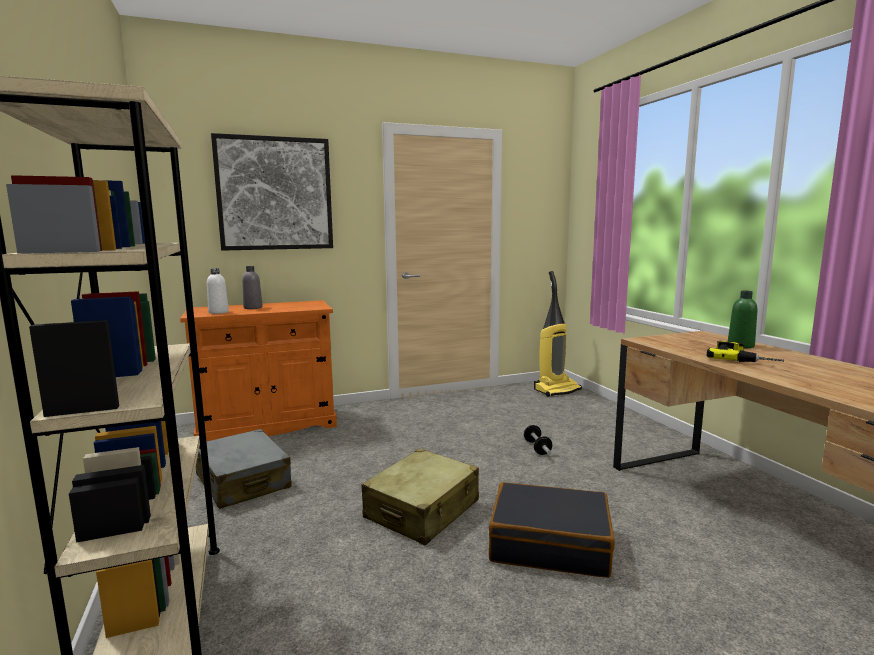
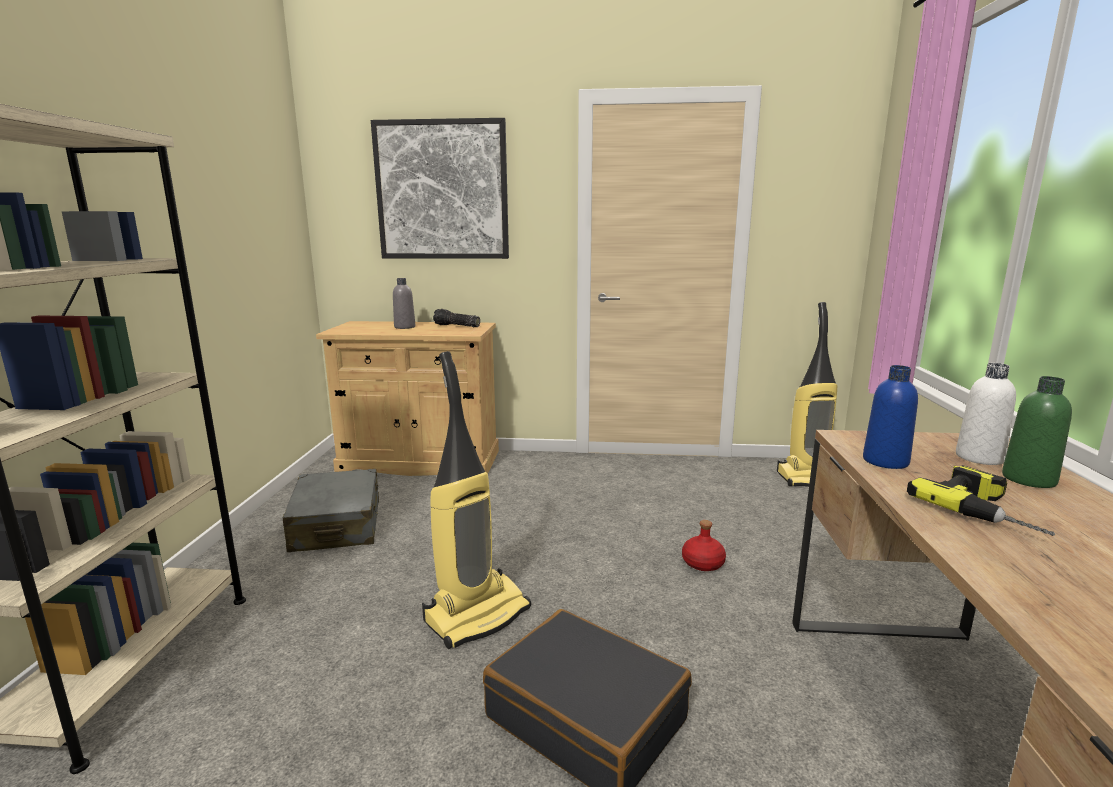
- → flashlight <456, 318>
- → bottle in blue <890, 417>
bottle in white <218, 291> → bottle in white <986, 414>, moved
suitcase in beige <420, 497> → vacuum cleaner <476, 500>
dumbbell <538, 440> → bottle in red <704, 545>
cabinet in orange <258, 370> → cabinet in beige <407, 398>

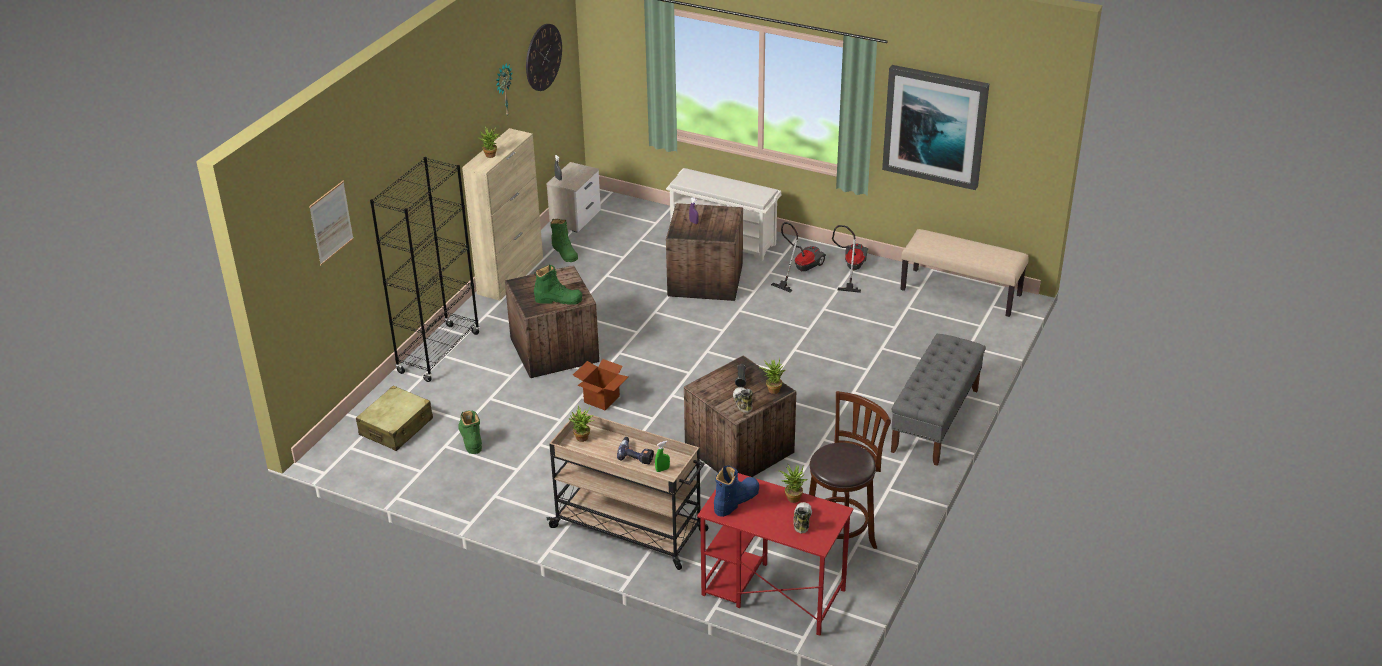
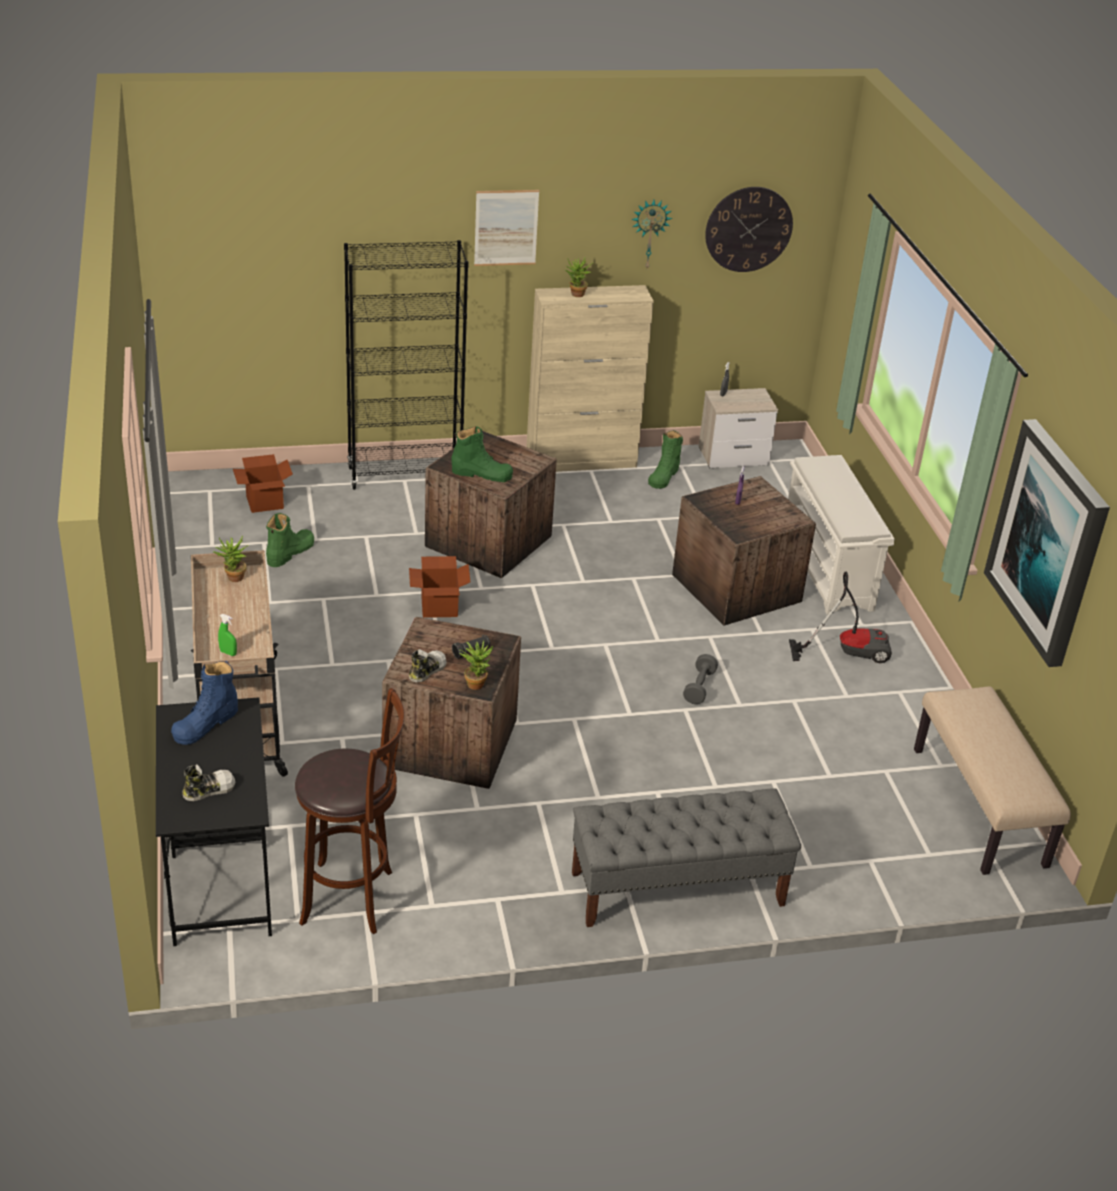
power drill <635, 450> → -
potted plant <793, 483> → -
vacuum cleaner <850, 259> → -
- → dumbbell in grey <700, 679>
picture <331, 223> → picture <506, 228>, moved
suitcase in beige <394, 418> → cardboard box <263, 483>
desk in red <775, 554> → desk in black <214, 821>
boot in green <558, 284> → boot in green <482, 454>, 45 degrees counterclockwise
boot in blue <736, 491> → boot in blue <204, 702>, 120 degrees clockwise

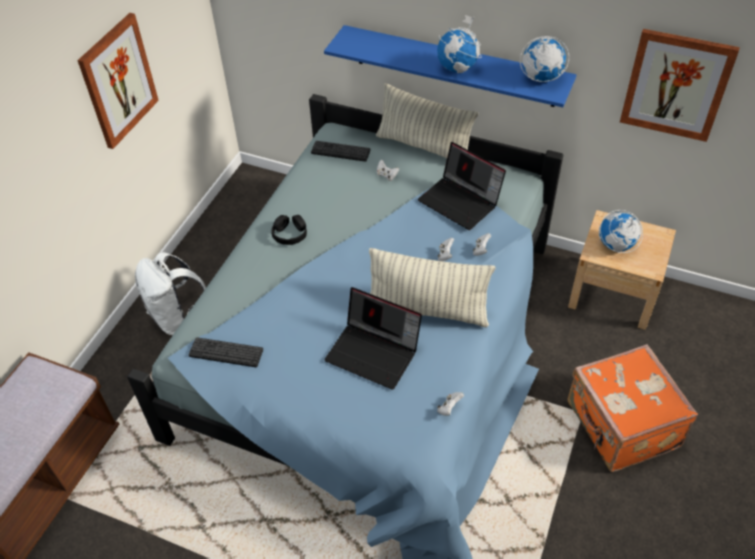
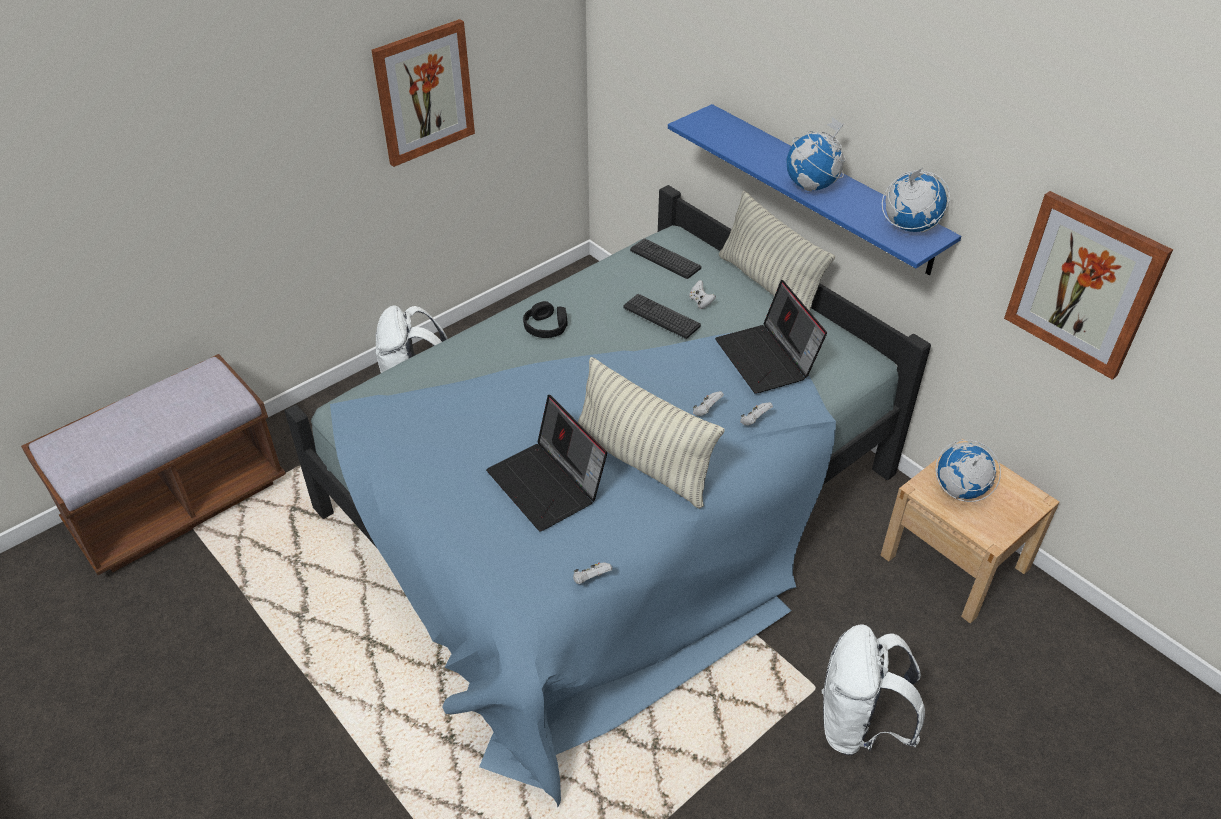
keyboard <226, 352> → keyboard <662, 316>, moved
suitcase in orange <633, 408> → backpack in white <873, 689>

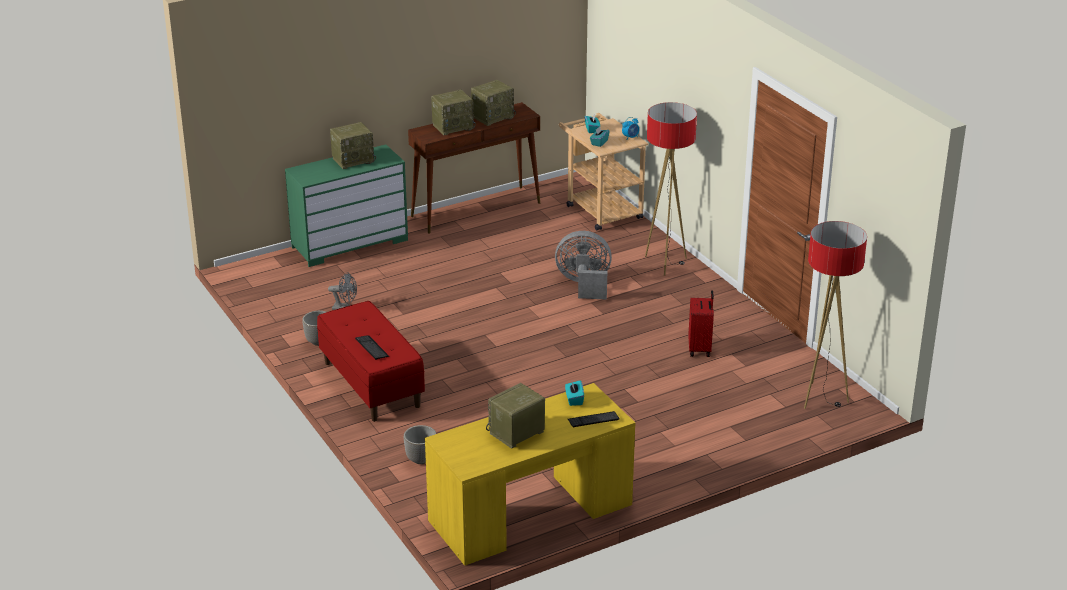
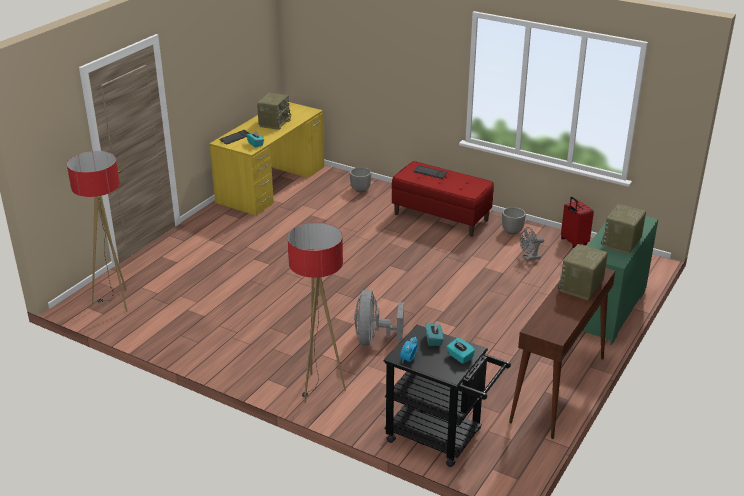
radio <493, 103> → -
suitcase in red <701, 323> → suitcase in red <577, 222>, moved
cart in beige <603, 171> → cart in black <447, 396>
fan in grey <583, 265> → fan in grey <379, 318>, 120 degrees clockwise

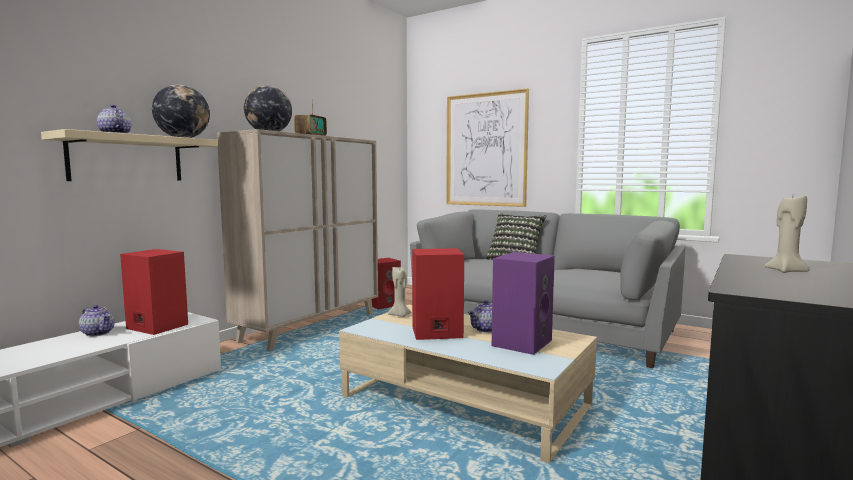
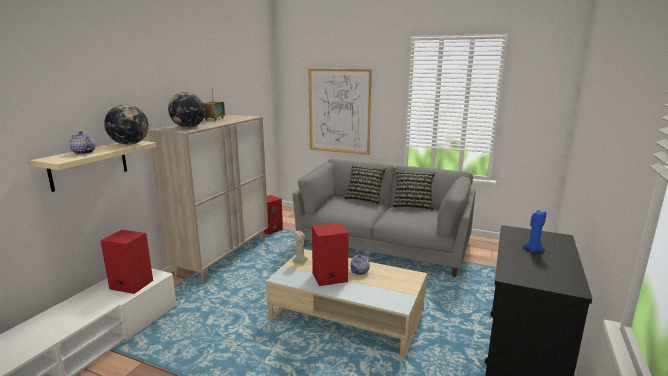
teapot <97, 320> → -
speaker in purple <523, 303> → -
- → pillow <414, 190>
candle in beige <787, 234> → candle in blue <534, 231>

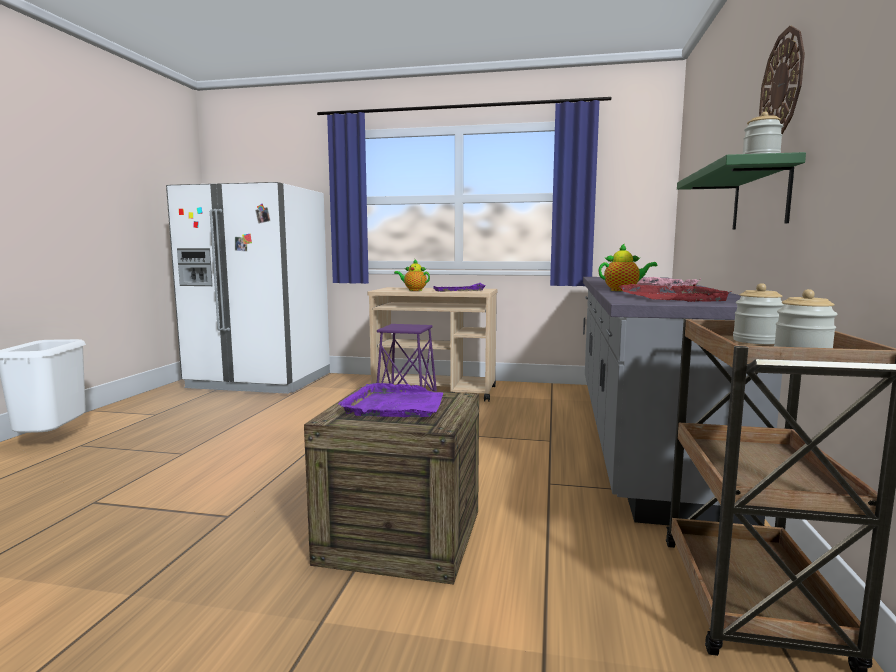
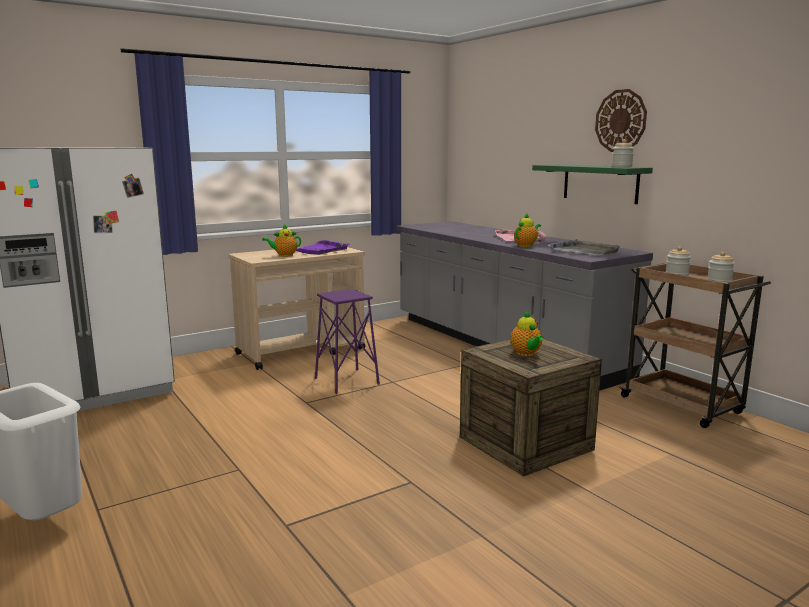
tray in purple <390, 400> → teapot <527, 333>
tray in red <675, 293> → tray in grey <584, 247>

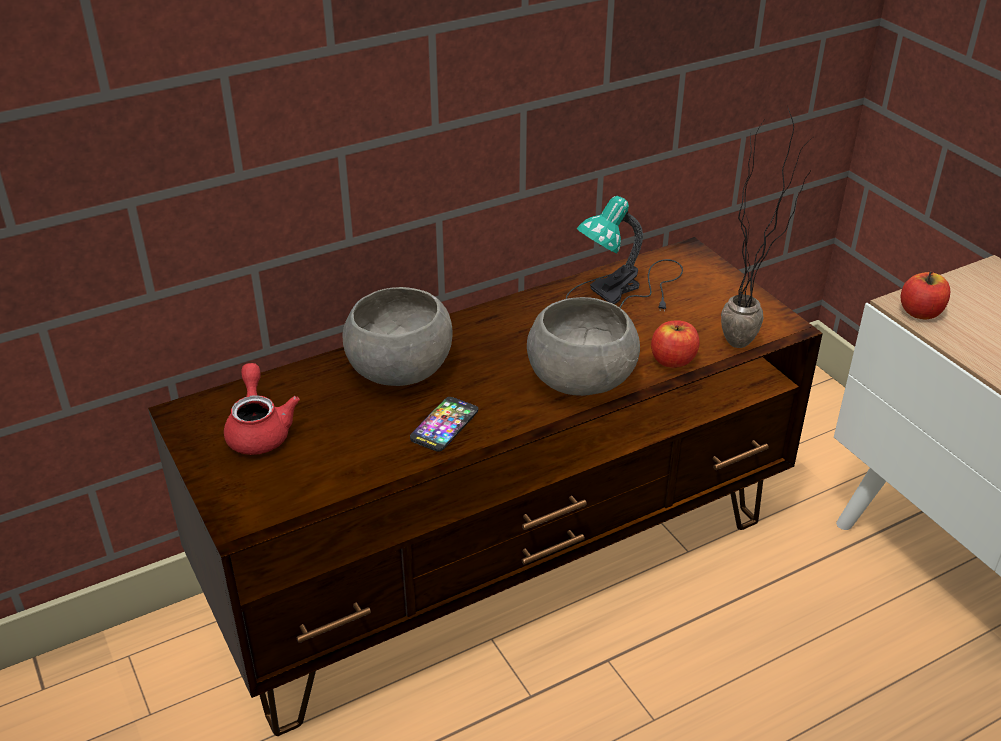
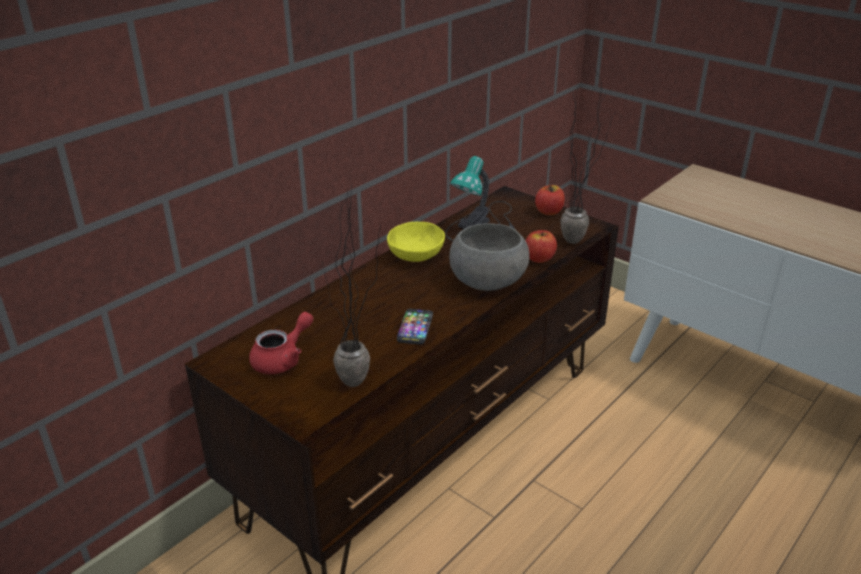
bowl in grey <398, 336> → -
- → potted plant <351, 286>
- → bowl in yellow <416, 242>
apple <925, 295> → apple <550, 199>, moved
teapot in red <262, 409> → teapot in red <281, 343>, 75 degrees clockwise

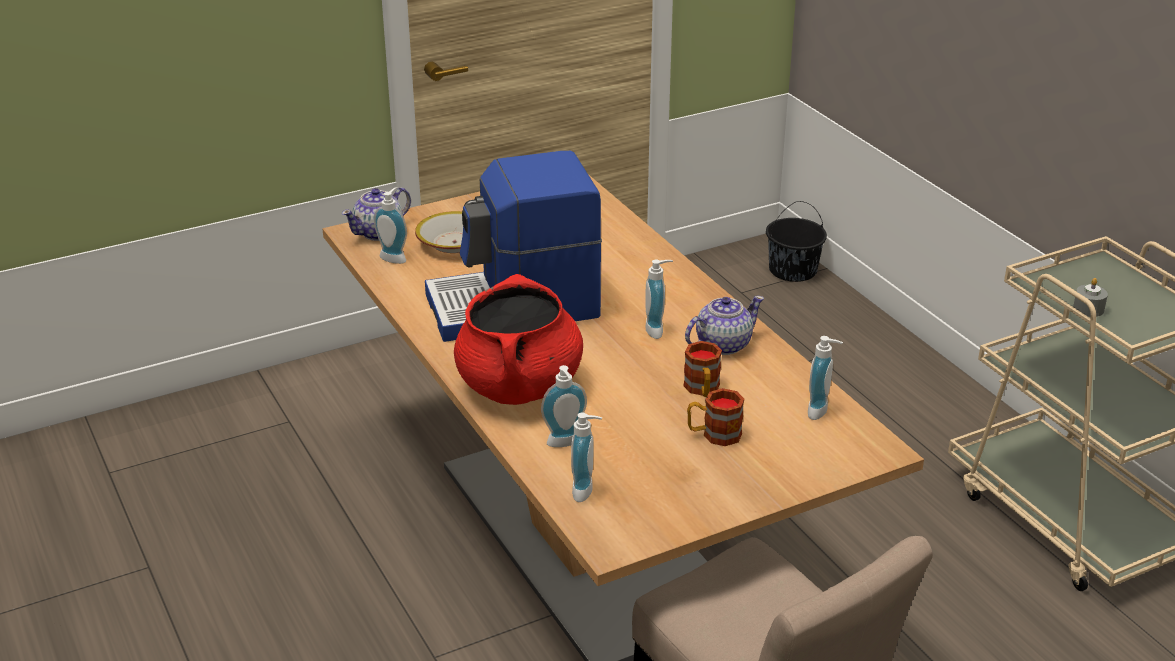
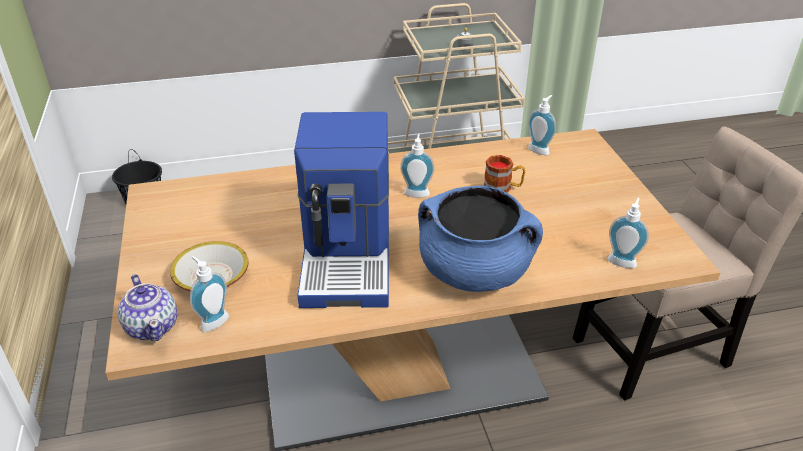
soap dispenser <564, 406> → -
teapot <724, 325> → -
mug <715, 417> → -
cooking pot in red <518, 339> → cooking pot in blue <480, 238>

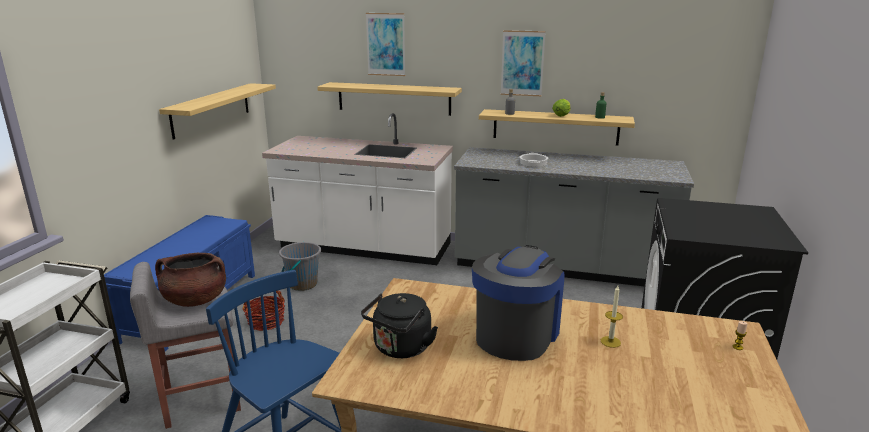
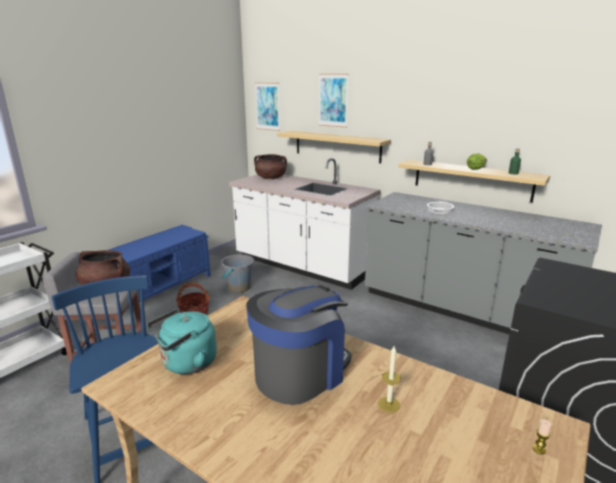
shelf <217, 111> → -
- → cooking pot in brown <270, 166>
picture <523, 63> → picture <267, 106>, moved
kettle in black <399, 325> → kettle in turquoise <182, 341>

